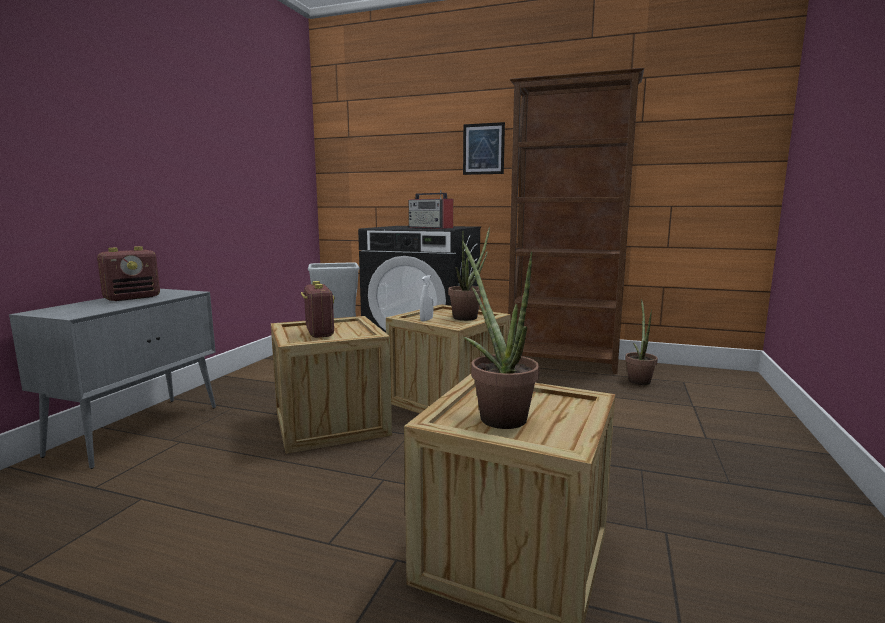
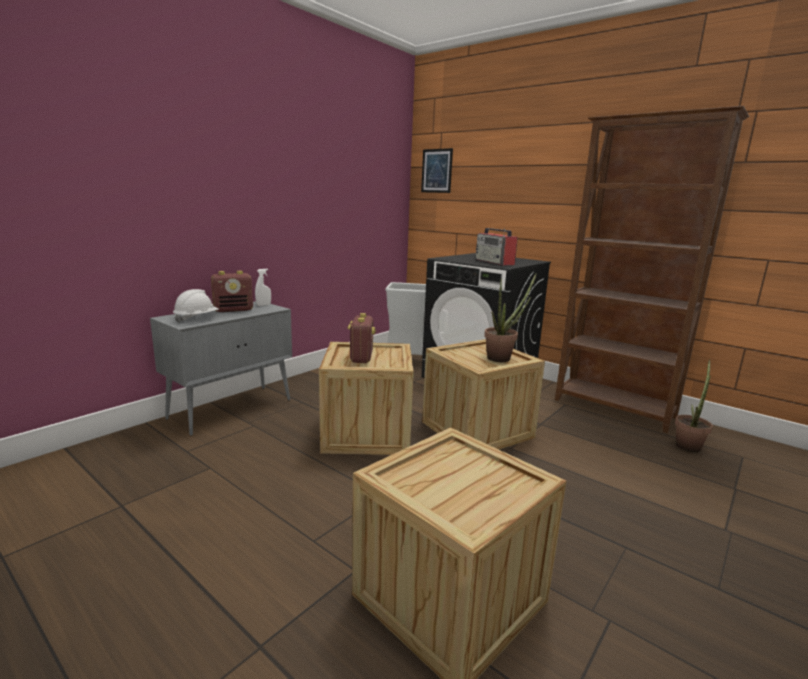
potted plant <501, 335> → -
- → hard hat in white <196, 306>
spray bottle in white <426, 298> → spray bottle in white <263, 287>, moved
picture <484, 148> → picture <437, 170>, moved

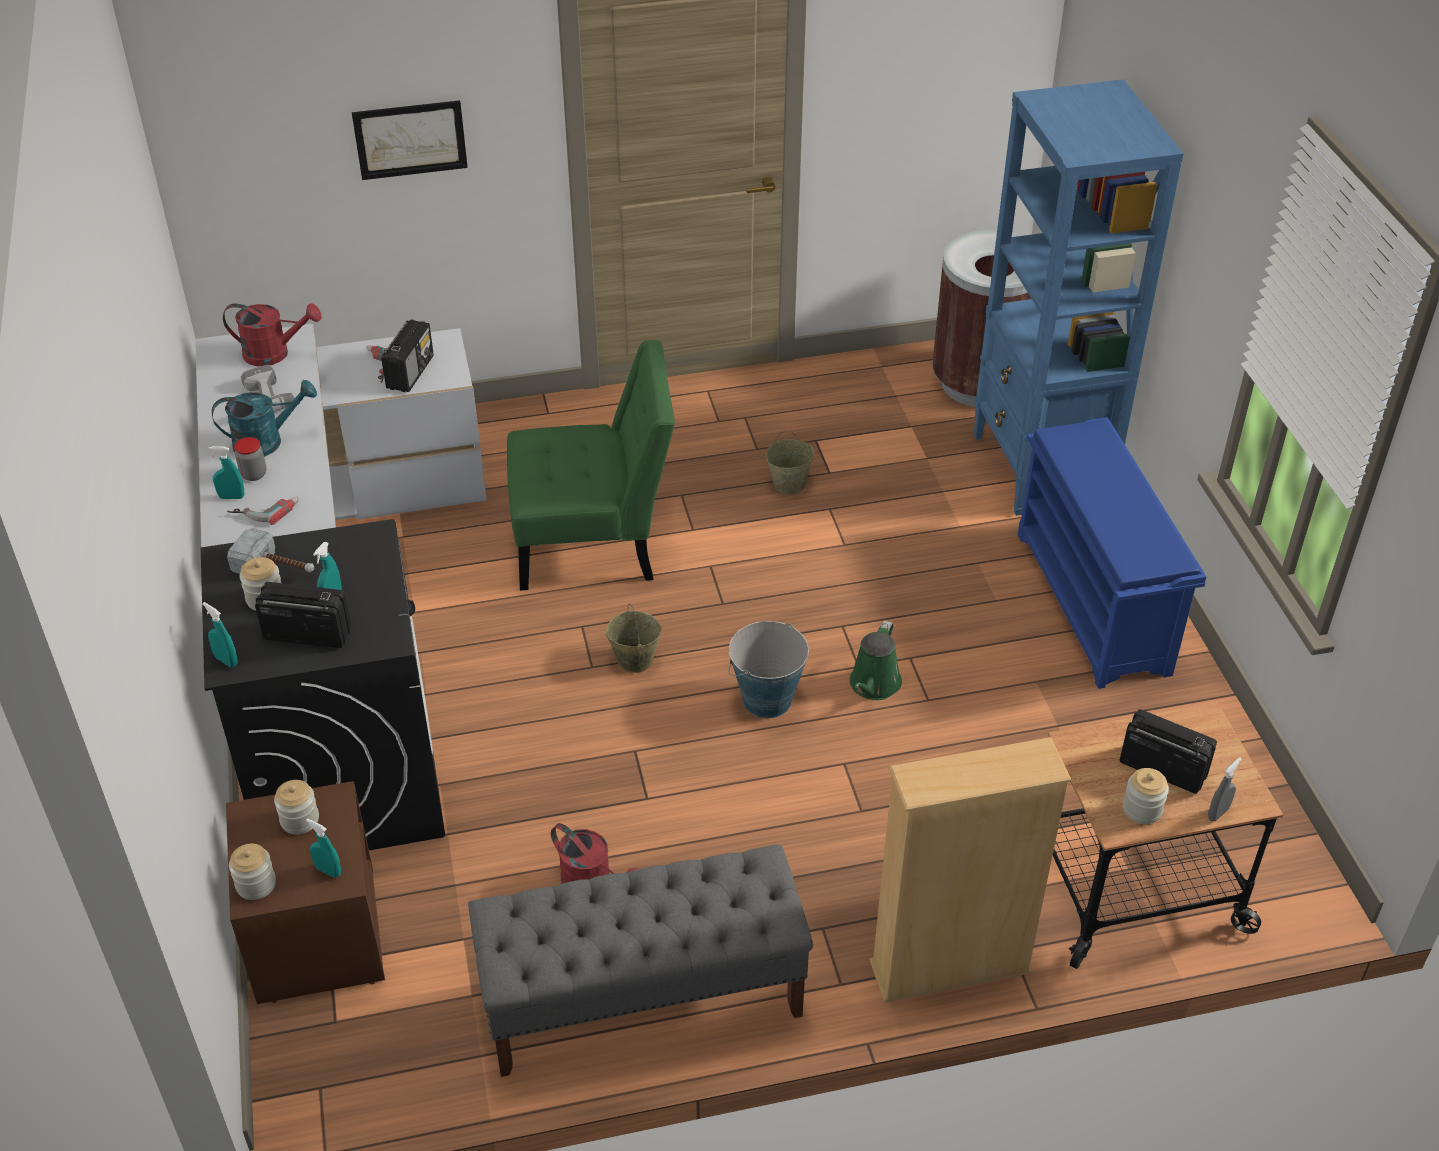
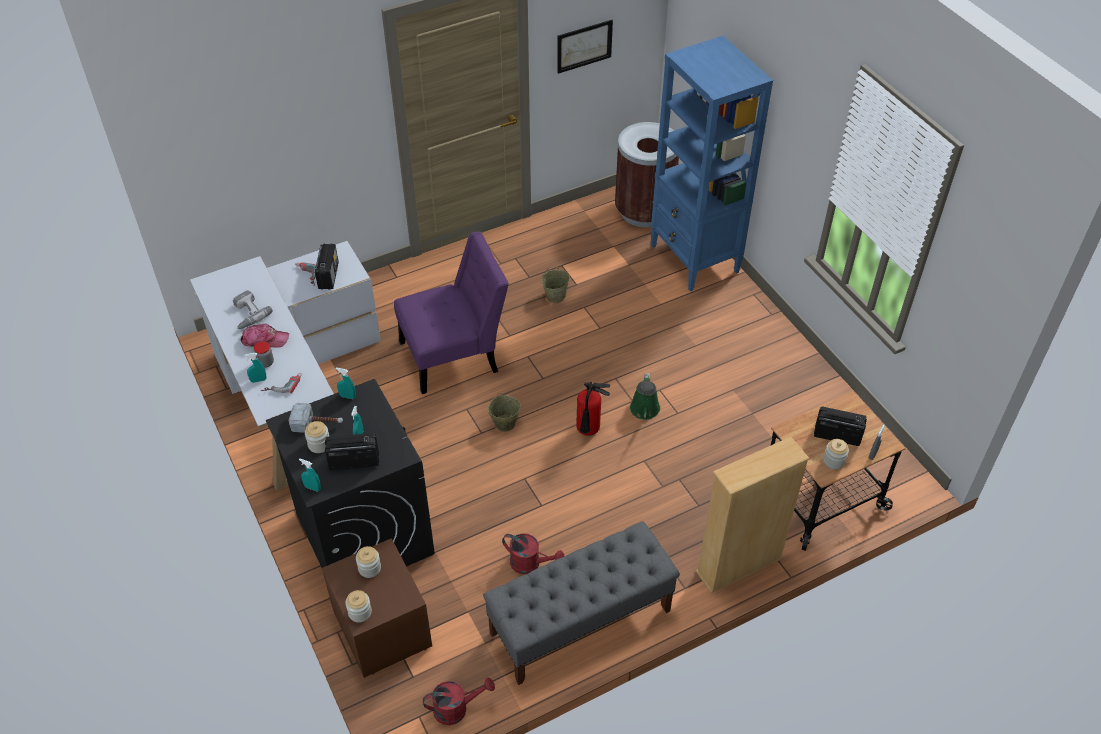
shoe rack in blue <1112, 553> → -
watering can in red <272, 334> → watering can in red <459, 701>, moved
spray bottle in turquoise <323, 848> → spray bottle in turquoise <345, 383>, moved
picture <410, 140> → picture <585, 47>, moved
watering can in turquoise <264, 418> → cap <265, 336>
bucket <768, 669> → fire extinguisher <593, 409>
chair in green <591, 465> → chair in purple <451, 313>

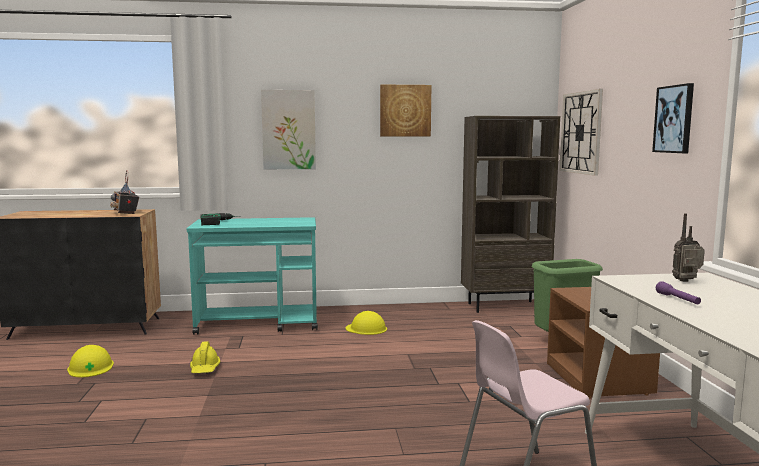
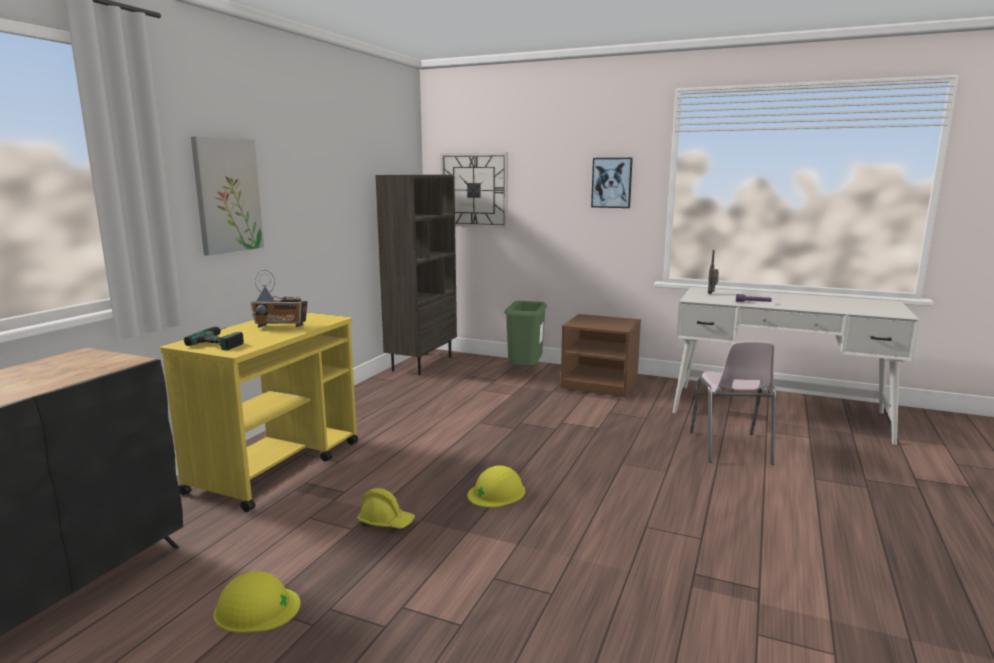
picture <405, 110> → -
radio <124, 192> → radio <279, 298>, moved
hard hat in yellow <366, 323> → hard hat in yellow <496, 487>, moved
cart in turquoise <252, 276> → cart in yellow <259, 412>

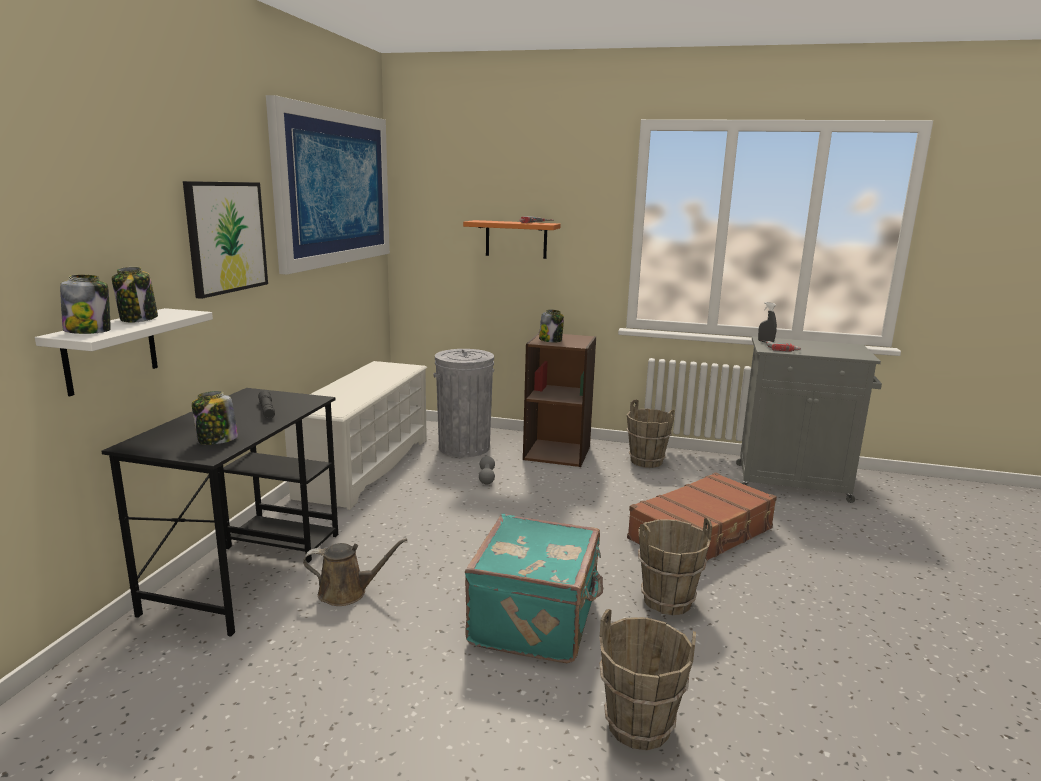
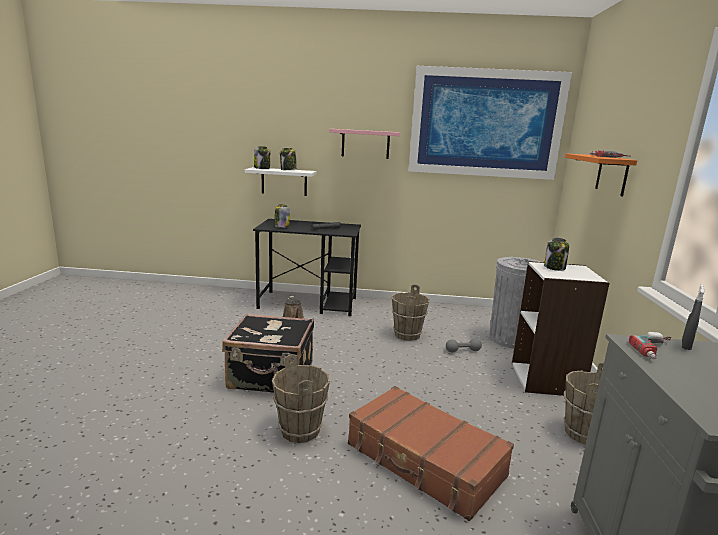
shoe rack in white <356, 435> → -
bucket in brown <647, 679> → bucket in brown <410, 312>, moved
picture <225, 240> → shelf in pink <364, 144>
suitcase in turquoise <534, 588> → suitcase in black <268, 353>
bookcase in brown <559, 400> → bookcase in white <561, 328>

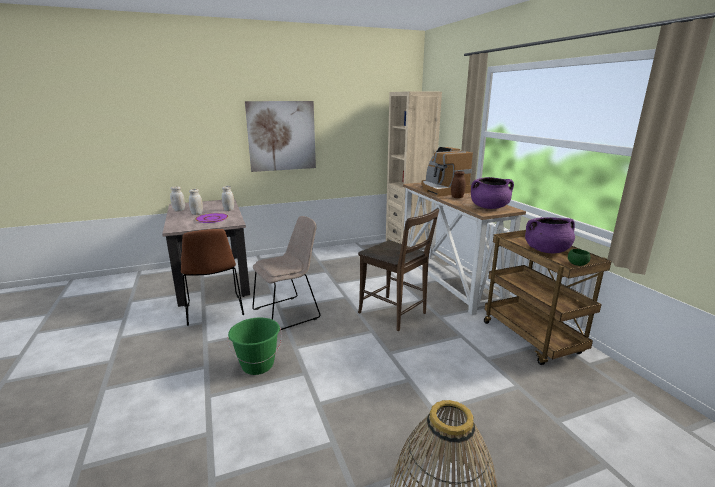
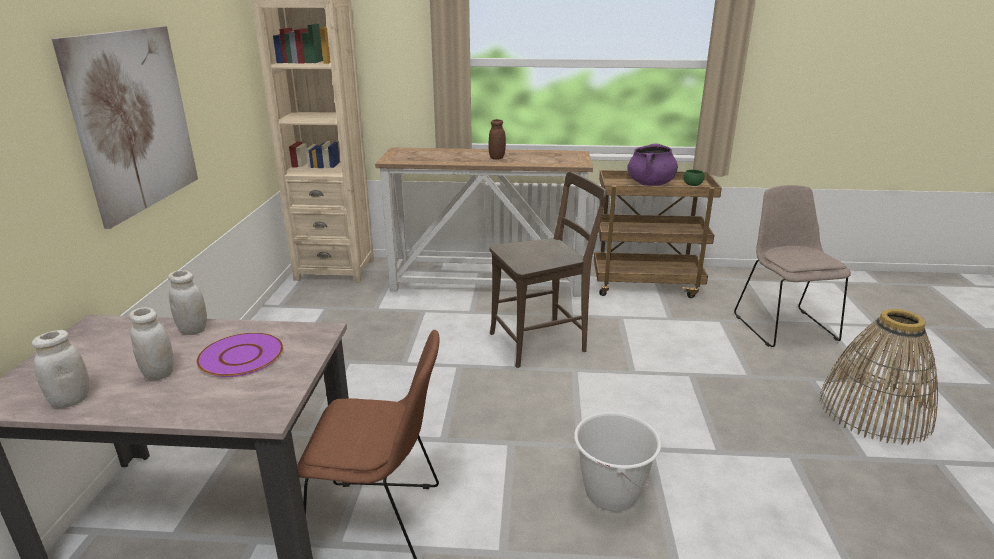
coffee machine <447, 172> → -
cooking pot in purple <492, 193> → -
chair in beige <286, 273> → chair in beige <792, 266>, moved
bucket in green <254, 346> → bucket in white <617, 462>

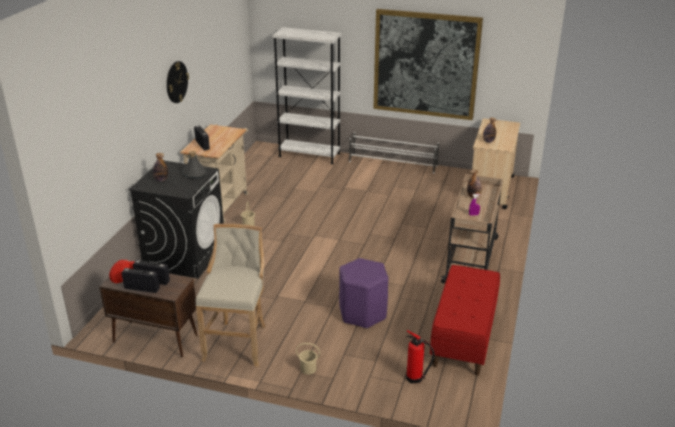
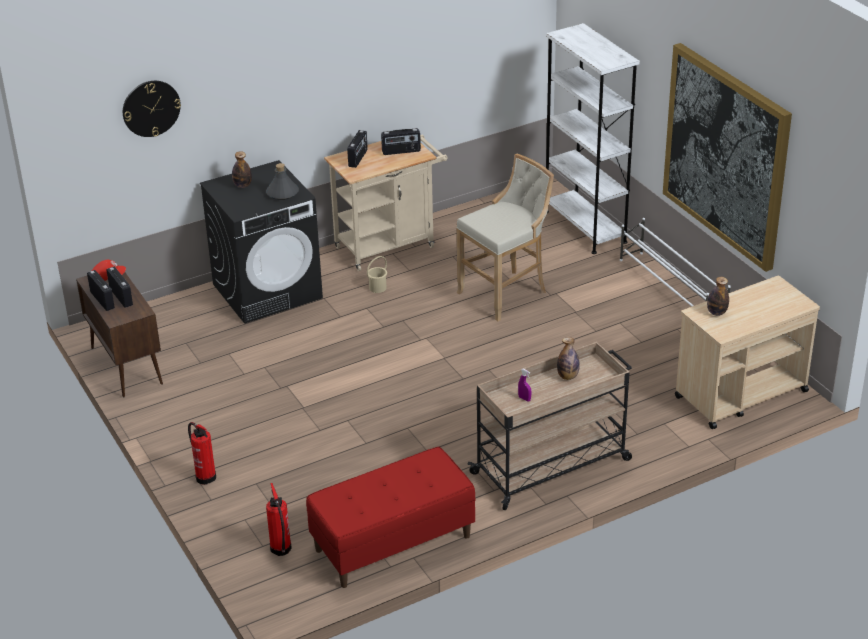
stool in purple <363, 293> → -
- → radio <401, 141>
wall clock <178, 82> → wall clock <152, 109>, moved
stool in beige <230, 295> → stool in beige <505, 237>, moved
bucket in beige <308, 359> → fire extinguisher <202, 453>

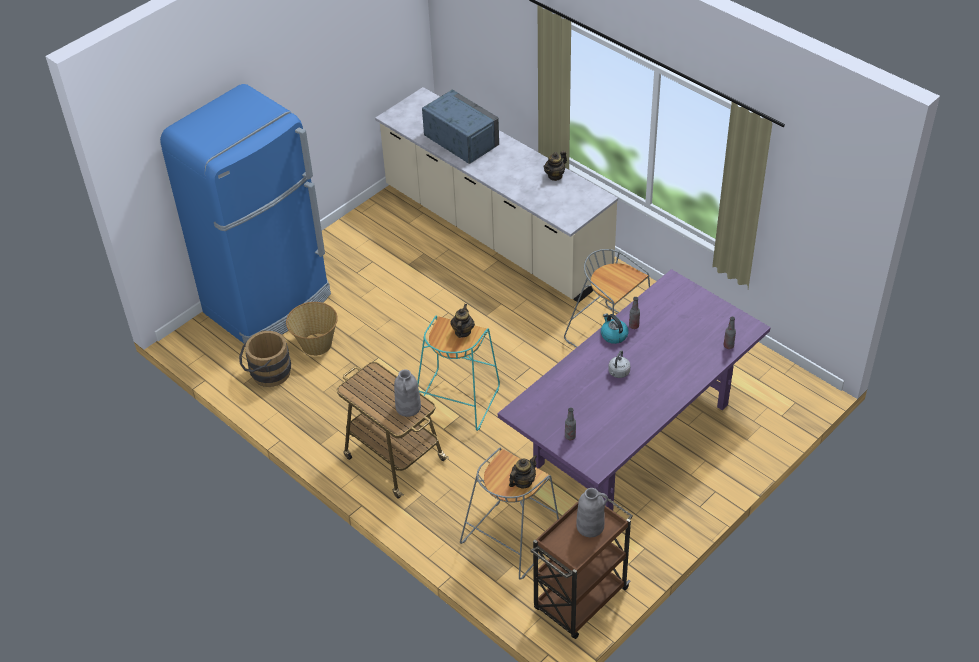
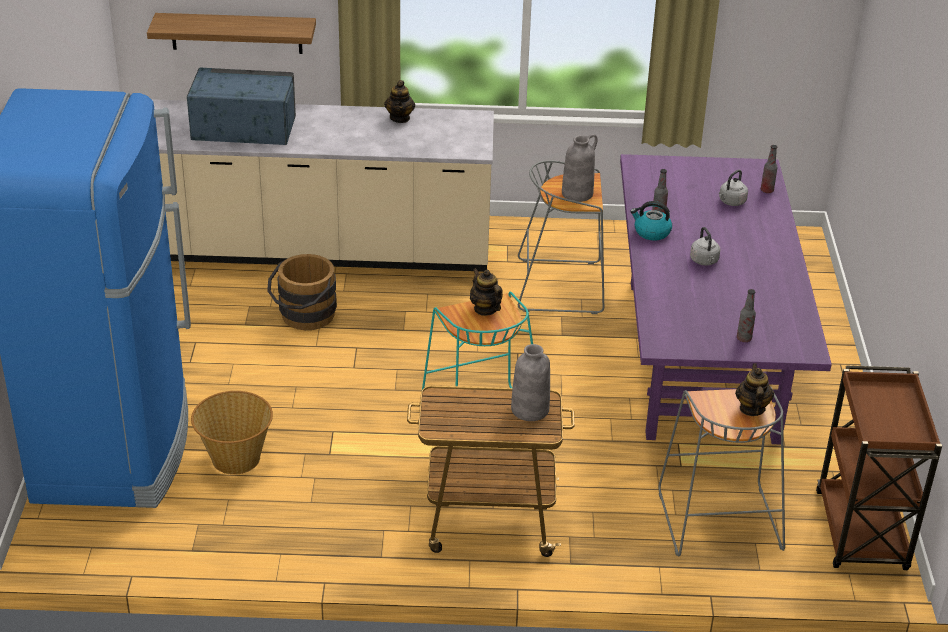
- → shelf <231, 33>
- → kettle in grey <733, 188>
bucket in brown <265, 359> → bucket in brown <302, 292>, moved
vase in grey <592, 512> → vase in grey <580, 168>, moved

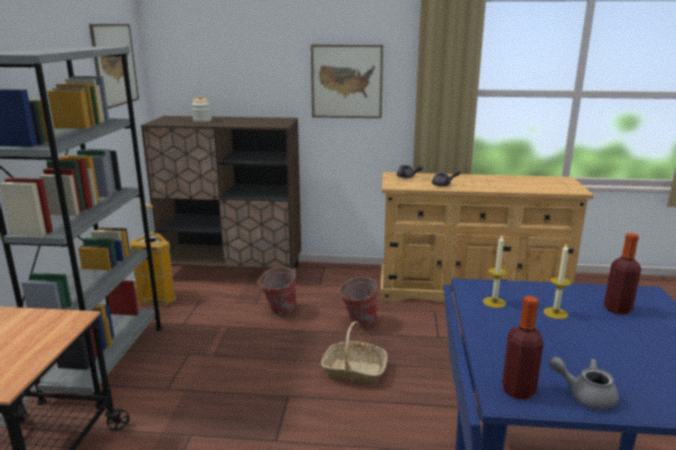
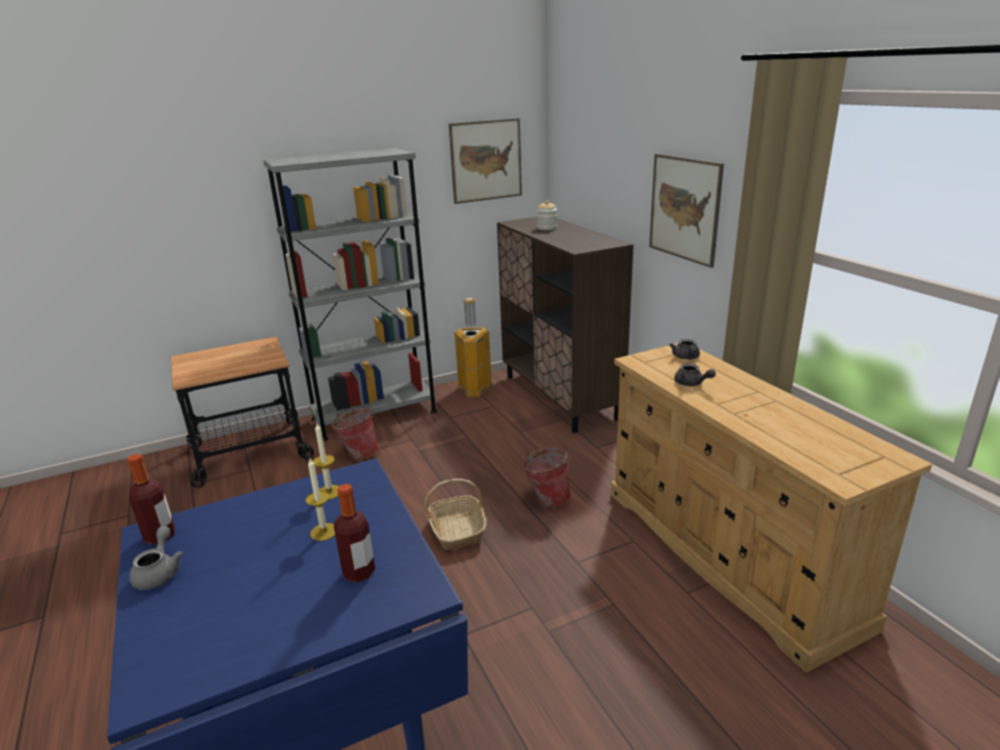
bucket <277, 291> → bucket <355, 434>, moved

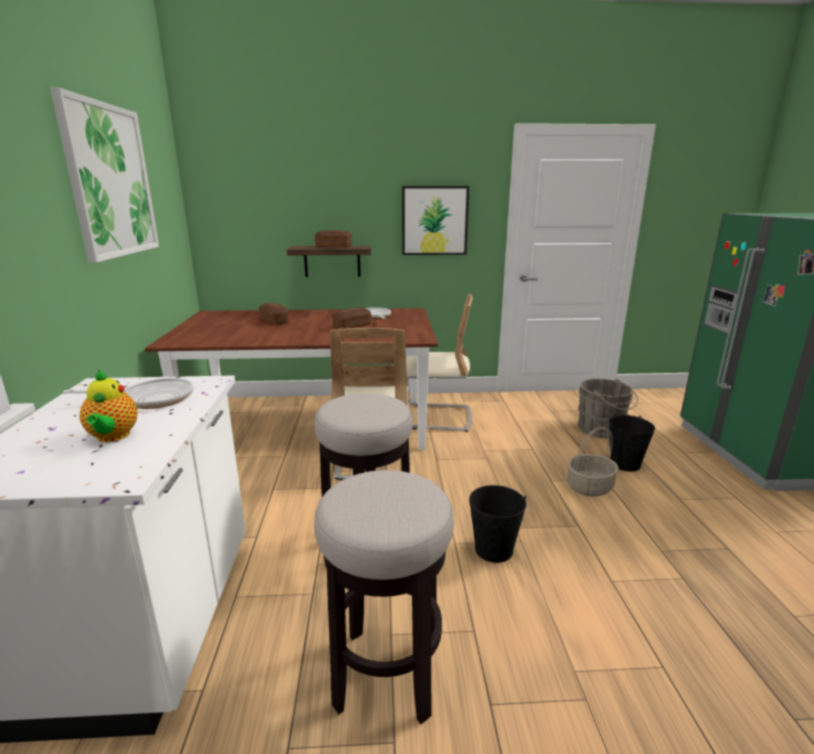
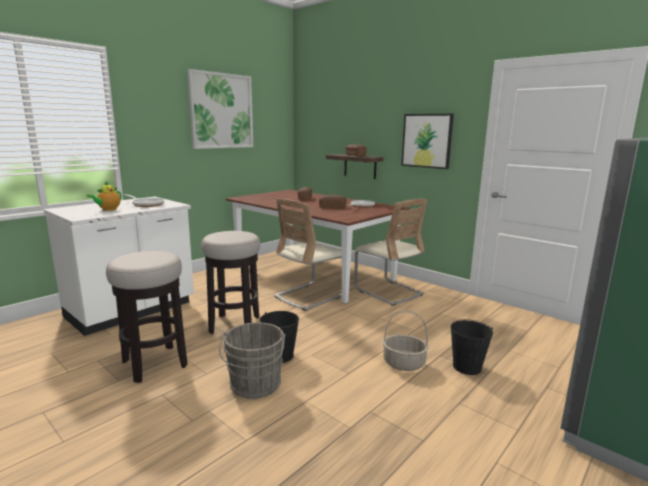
bucket in grey <608, 408> → bucket in grey <252, 360>, moved

